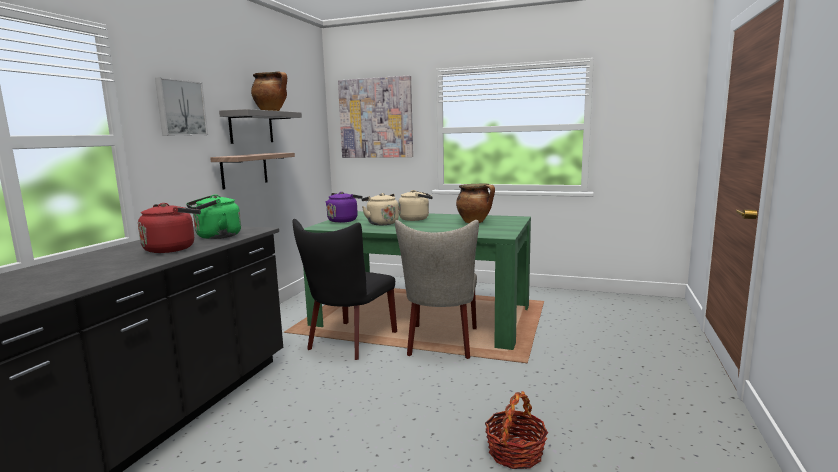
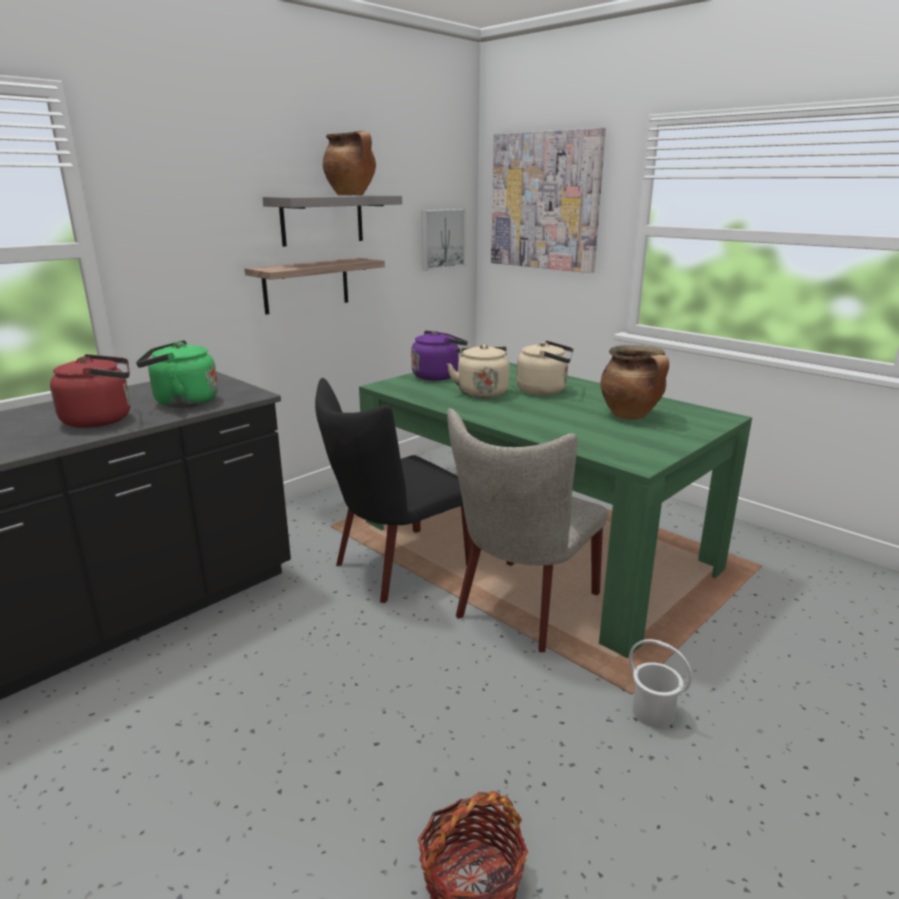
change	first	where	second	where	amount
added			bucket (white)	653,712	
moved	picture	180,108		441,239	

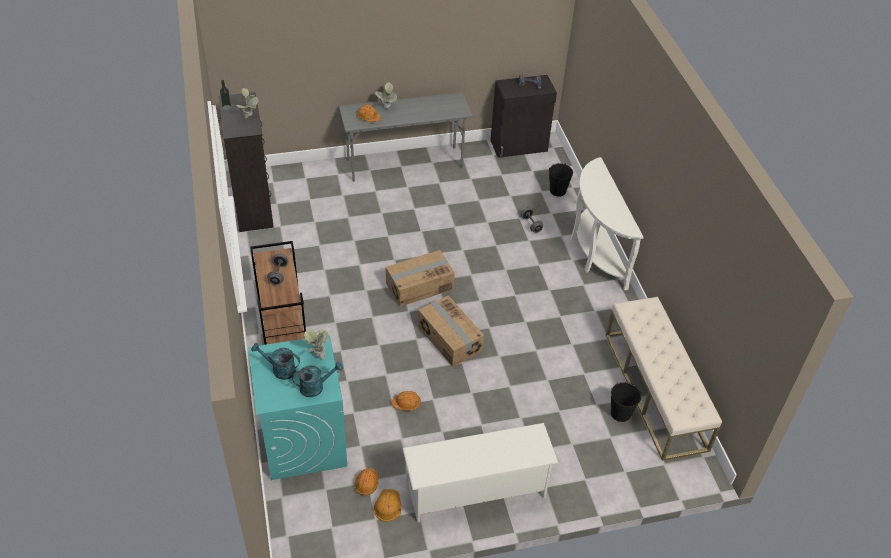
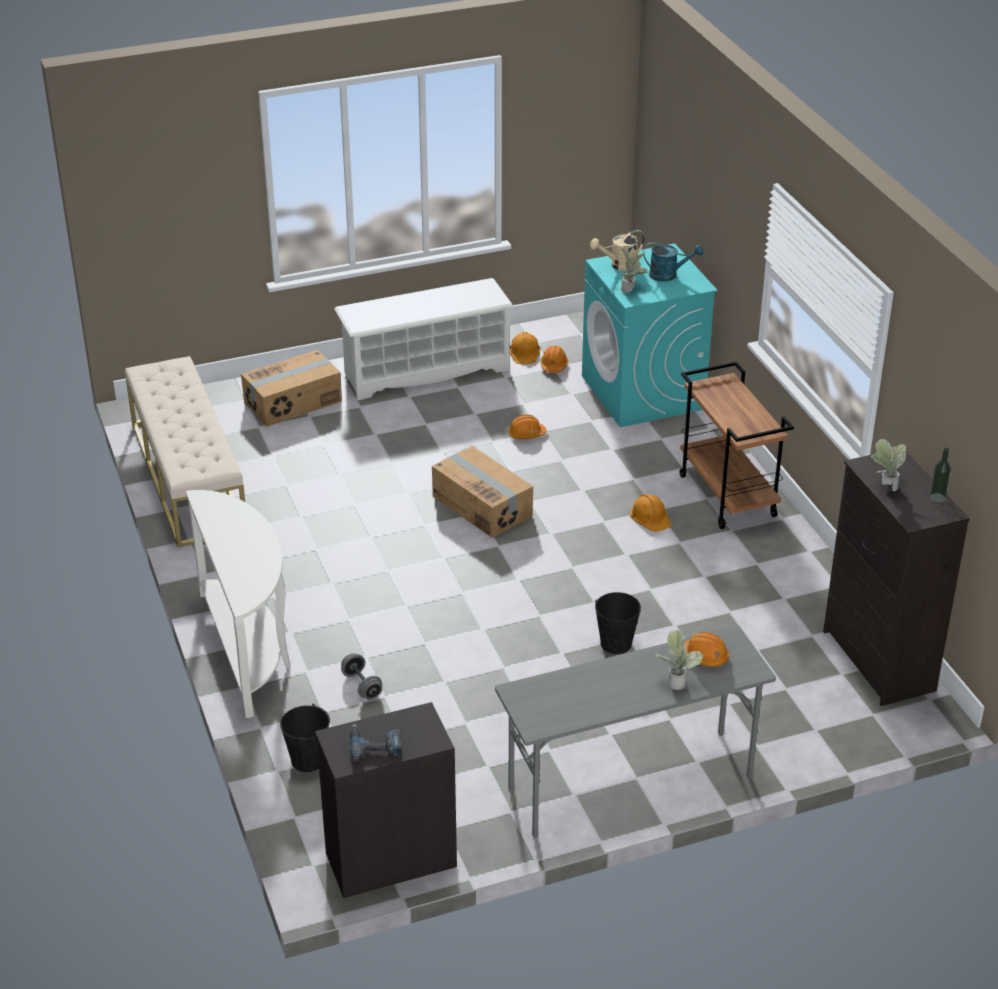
change	first	where	second	where	amount
removed	dumbbell (grey)	278,274			
added			hard hat (orange)	650,516	
moved	cardboard box	419,286		293,402	
moved	bucket (black)	620,413		616,643	
recoloured	watering can (turquoise)	316,387	watering can (beige)	619,266	

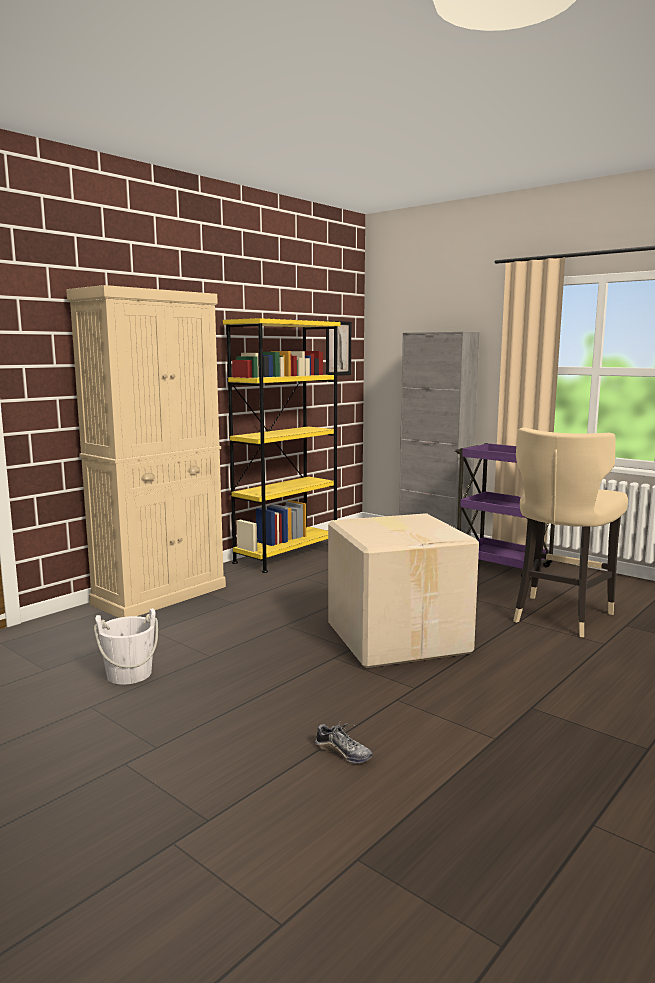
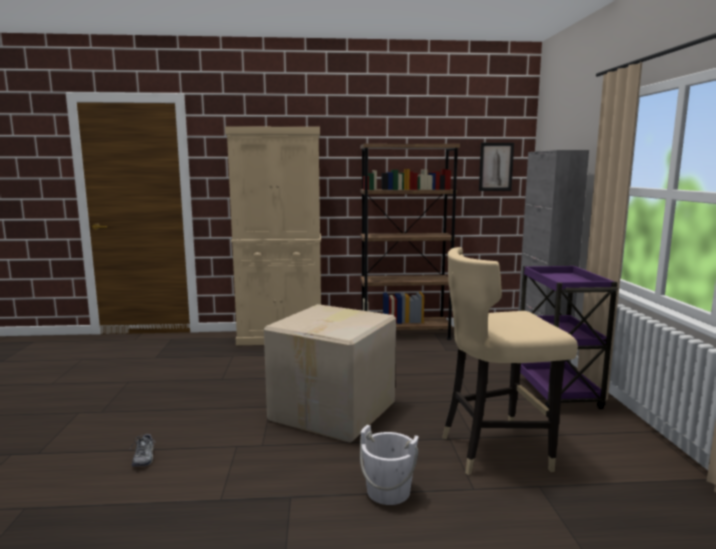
change	first	where	second	where	amount
moved	bucket (white)	129,674		388,491	
recoloured	bookcase (yellow)	286,555	bookcase (brown)	405,334	

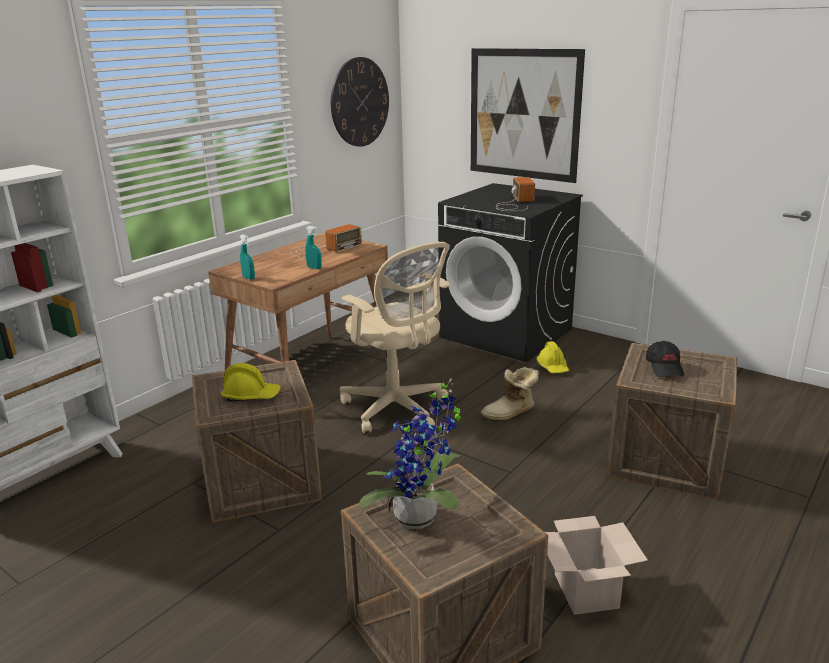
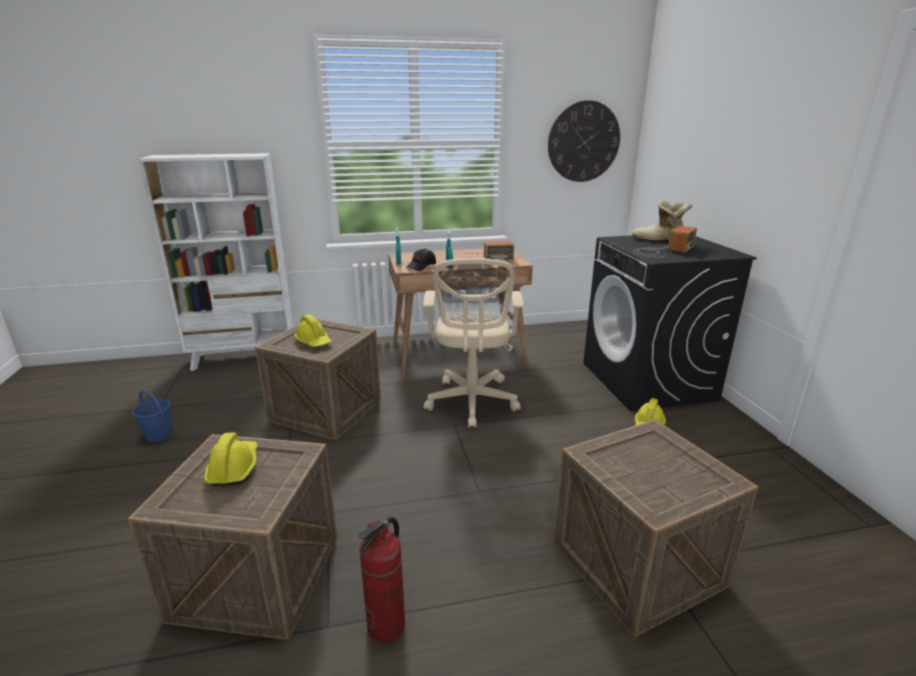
change	first	where	second	where	amount
removed	picture	523,114			
added			bucket (blue)	159,435	
moved	boot	510,413		659,240	
moved	cap (black)	665,367		421,267	
replaced	potted plant	420,519	hard hat (yellow)	234,468	
replaced	cardboard box	587,592	fire extinguisher	386,625	

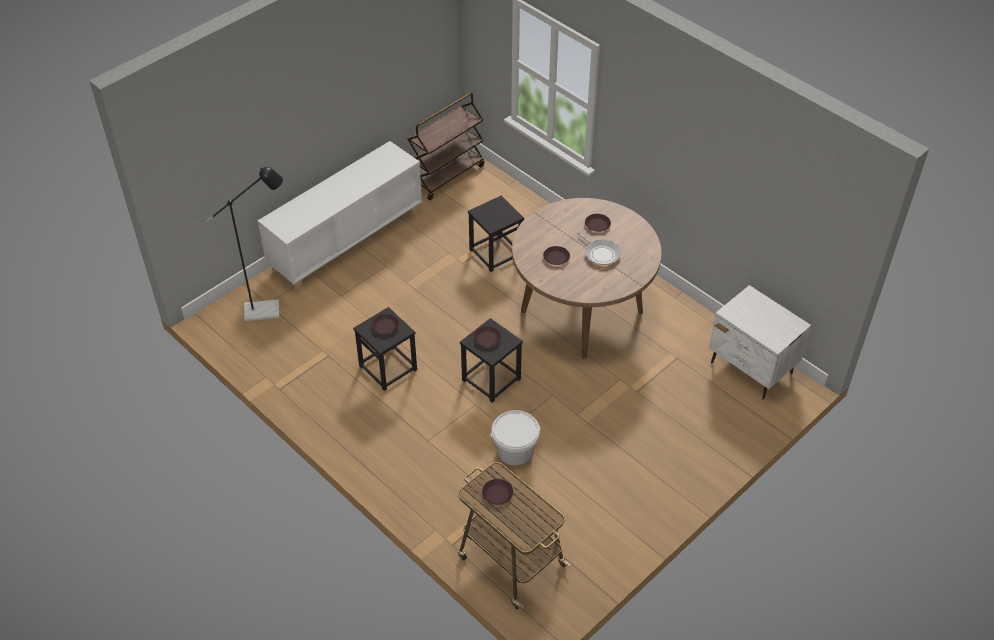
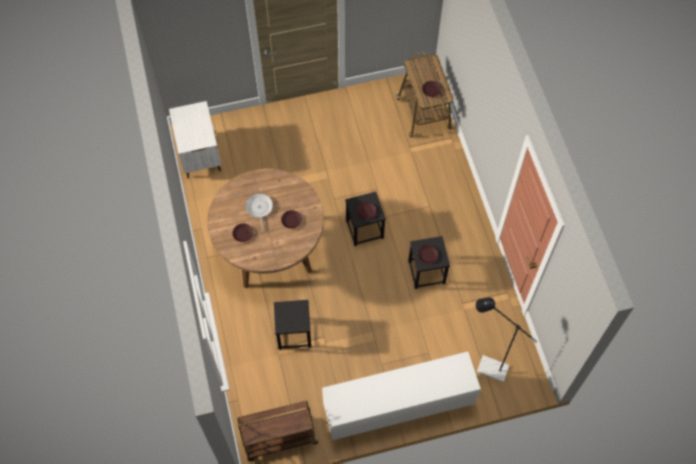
change	first	where	second	where	amount
removed	bucket (white)	515,450			

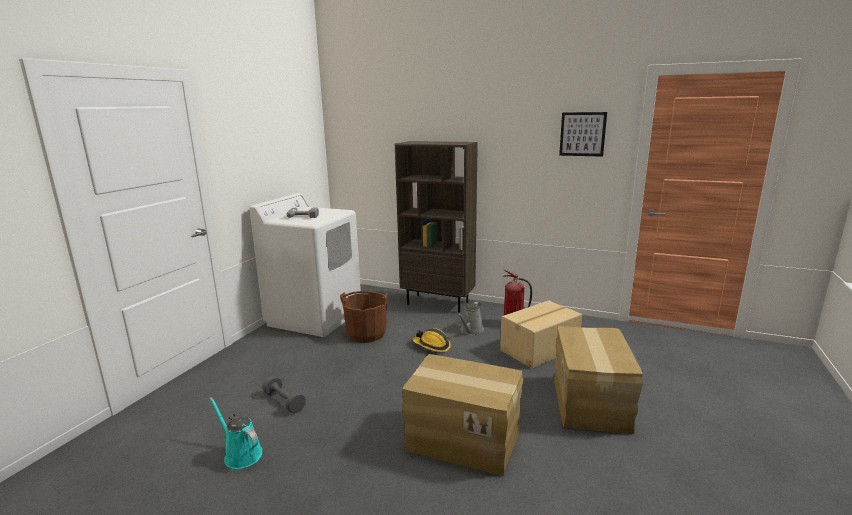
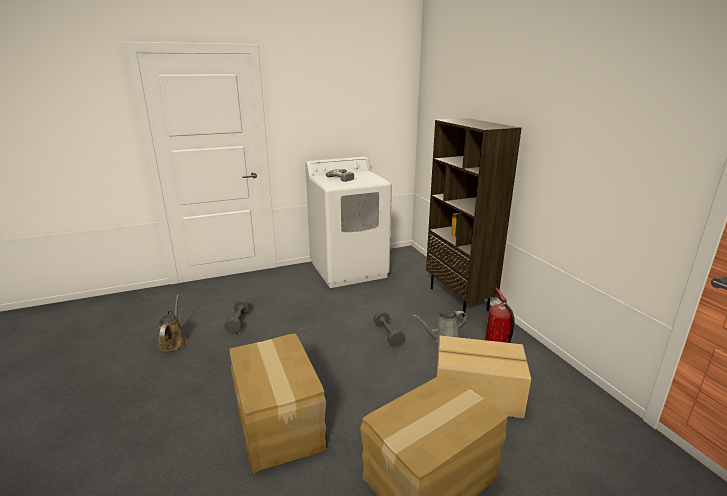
change	first	where	second	where	amount
removed	bucket (brown)	366,334			
removed	picture	582,134			
replaced	hard hat	432,346	dumbbell (grey)	388,334	
recoloured	watering can (turquoise)	241,454	watering can (brown)	173,341	

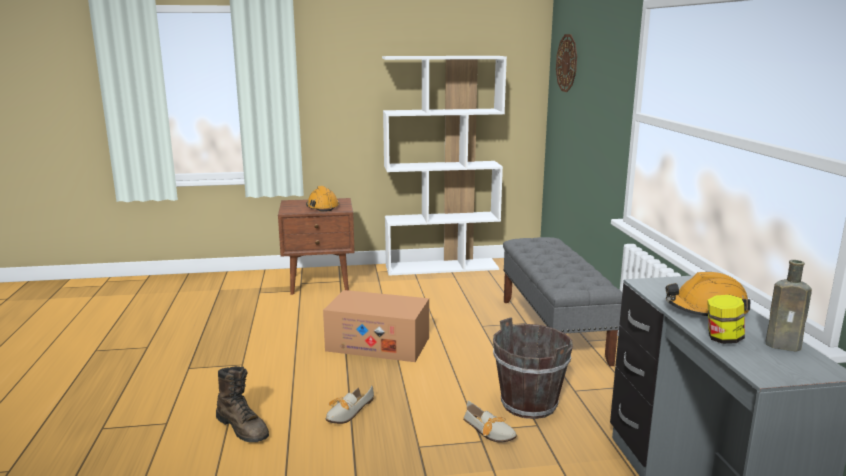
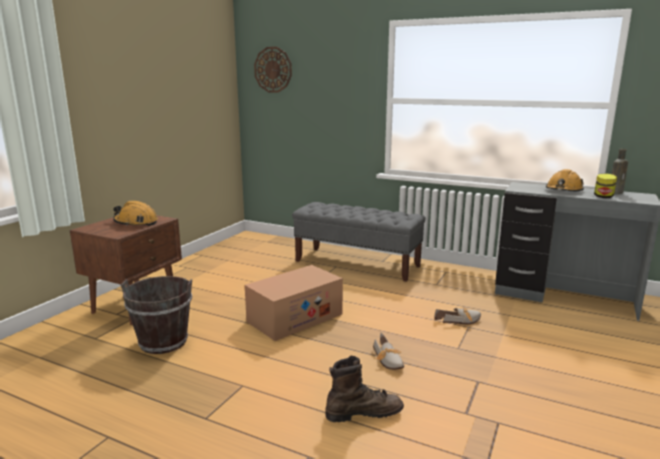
change	first	where	second	where	amount
removed	bookcase (white)	442,267			
moved	bucket (brown)	529,404		163,342	

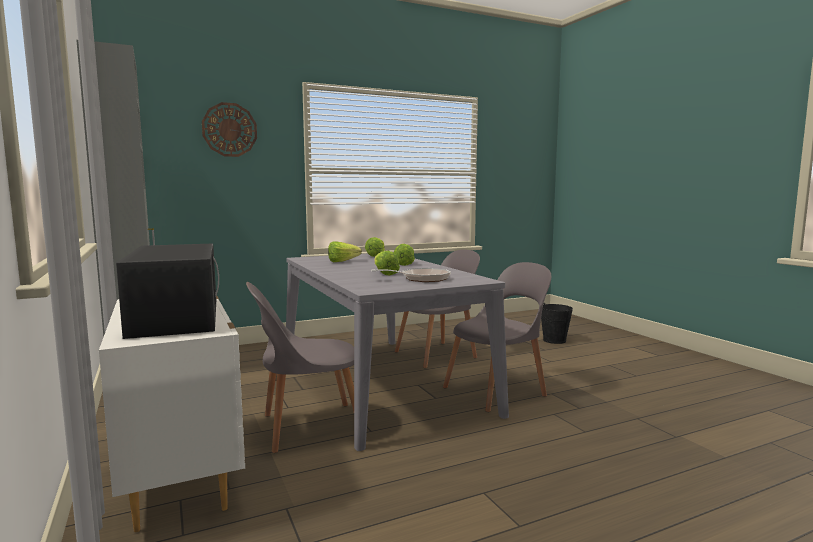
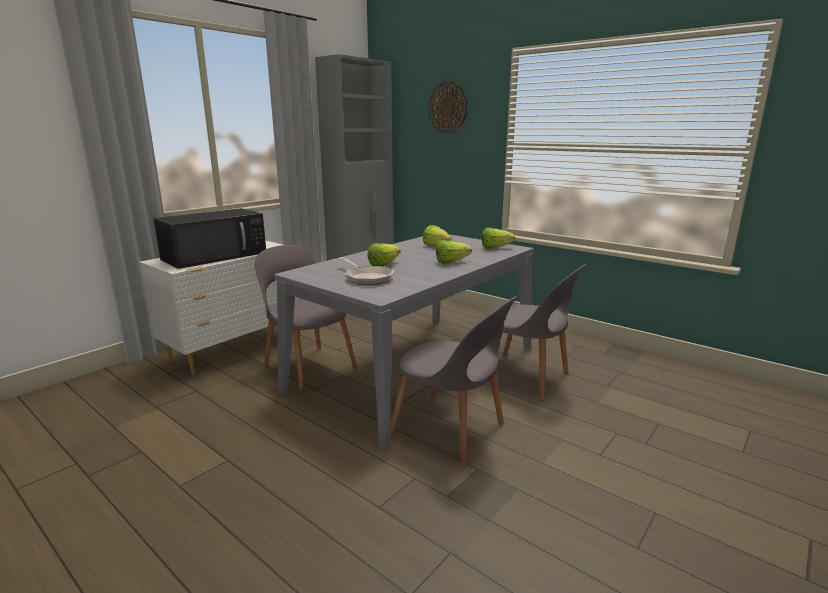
change	first	where	second	where	amount
removed	bucket (black)	554,340			

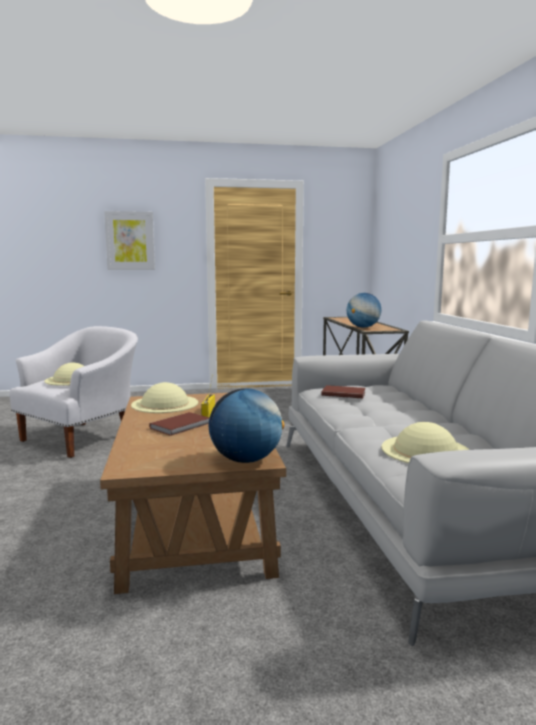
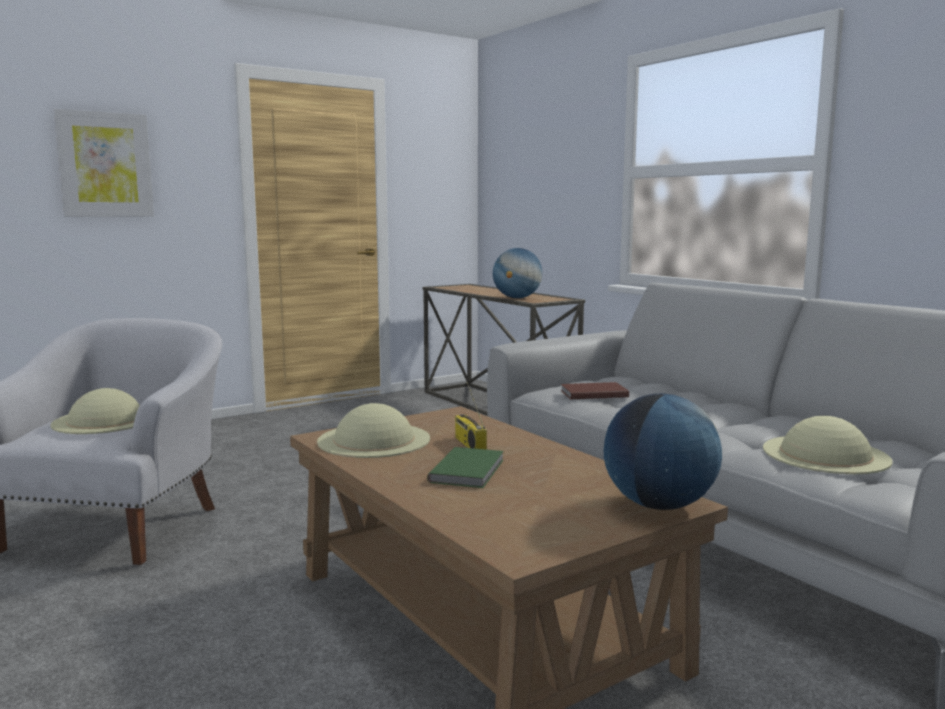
change	first	where	second	where	amount
recoloured	book (brown)	181,426	book (green)	469,470	

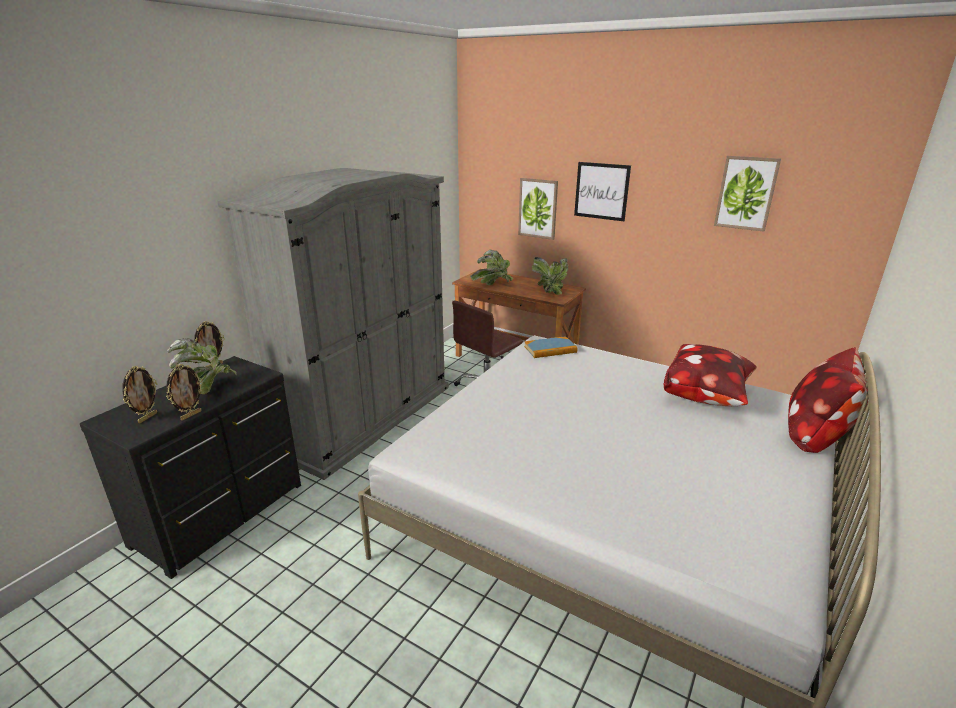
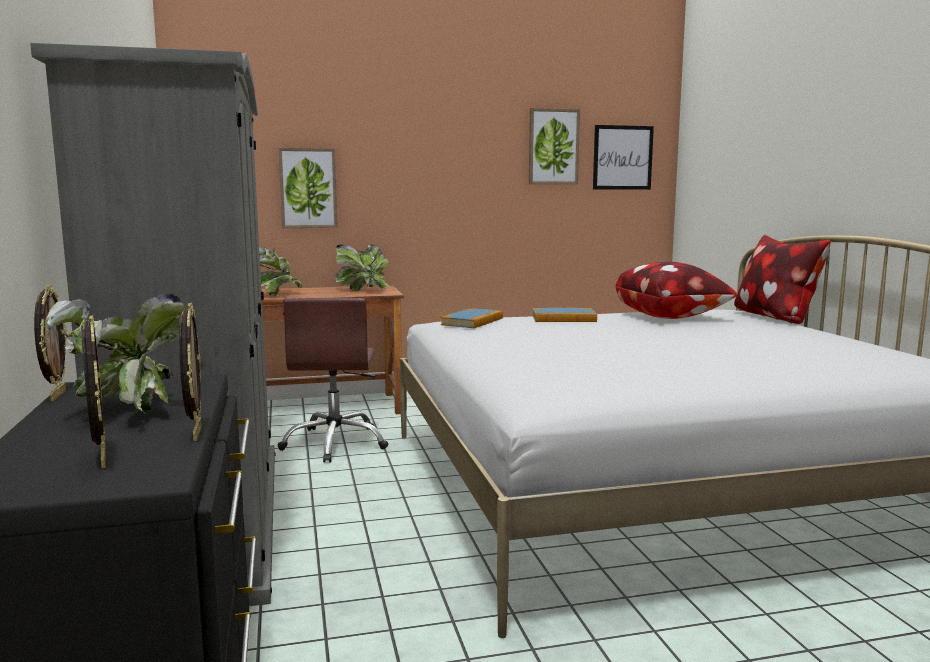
change	first	where	second	where	amount
added			book	563,318	
moved	picture	601,191		622,157	

